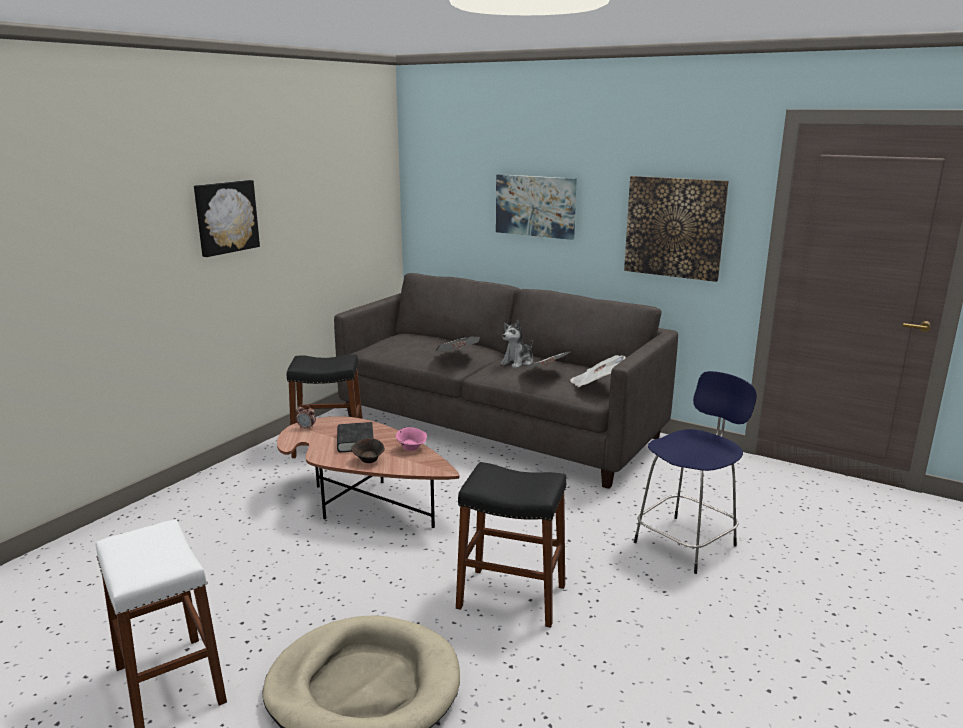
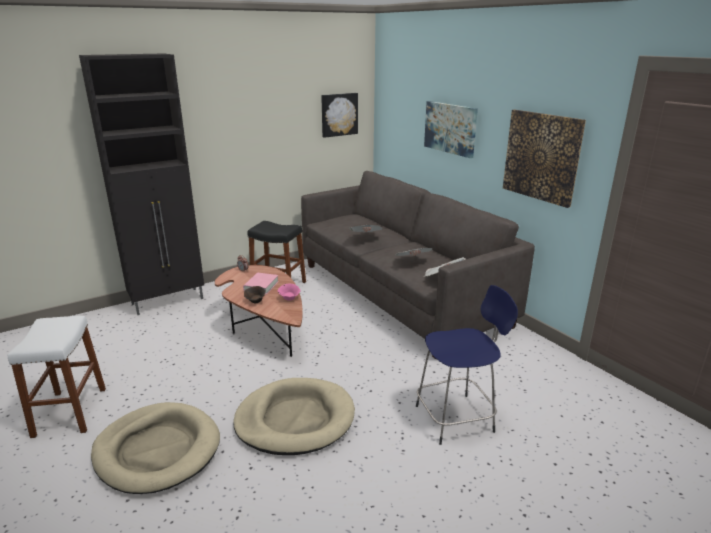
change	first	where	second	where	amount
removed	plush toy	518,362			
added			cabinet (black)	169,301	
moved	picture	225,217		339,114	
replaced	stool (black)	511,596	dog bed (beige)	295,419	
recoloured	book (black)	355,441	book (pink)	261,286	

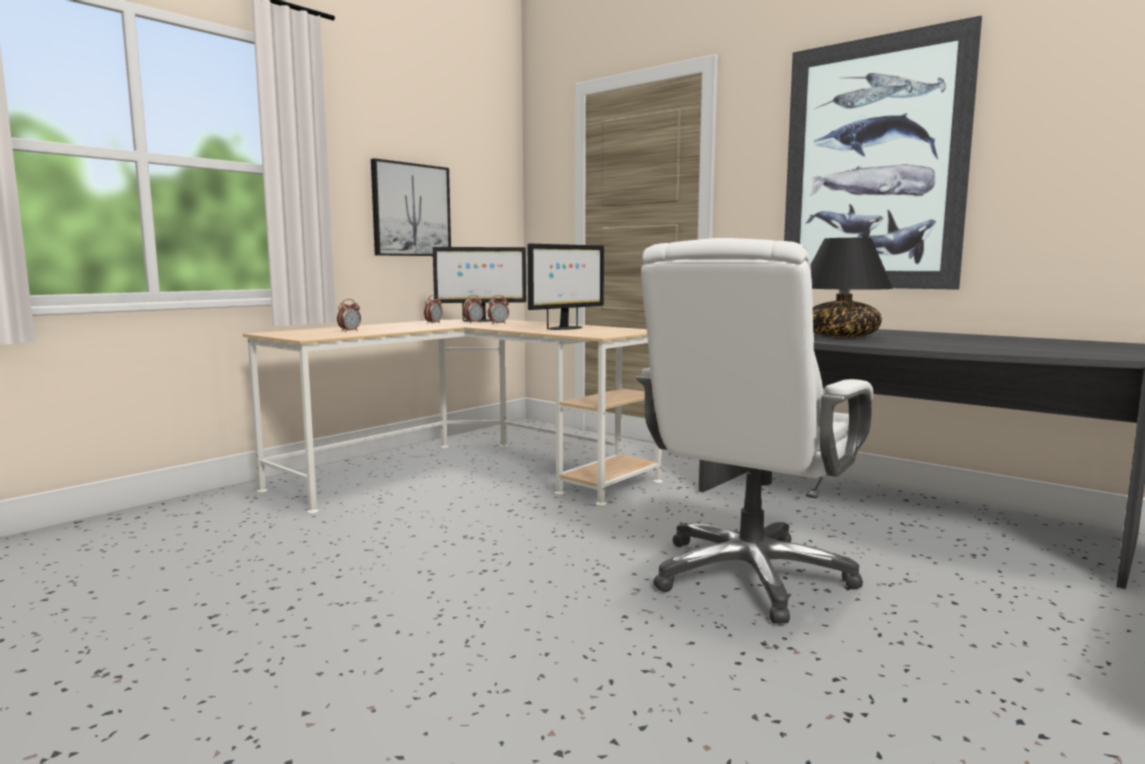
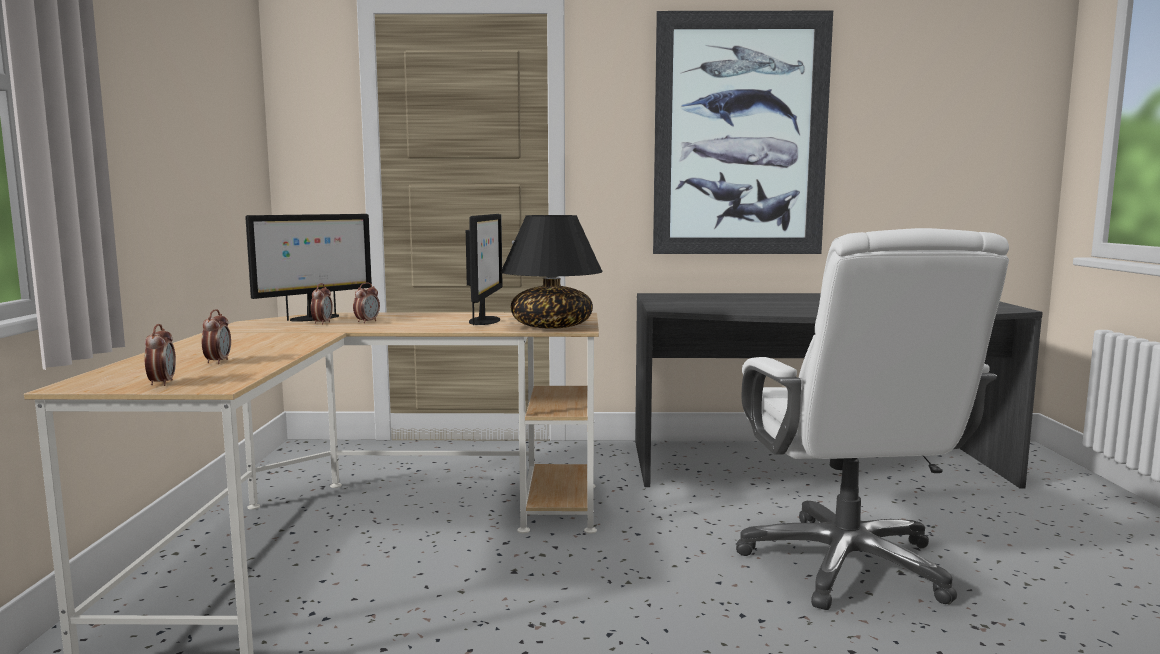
change	first	where	second	where	amount
removed	picture	411,210			
moved	alarm clock	433,323		162,383	
moved	table lamp (black)	842,336		552,326	

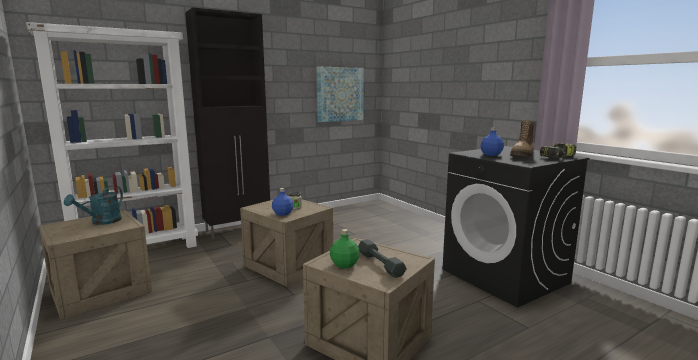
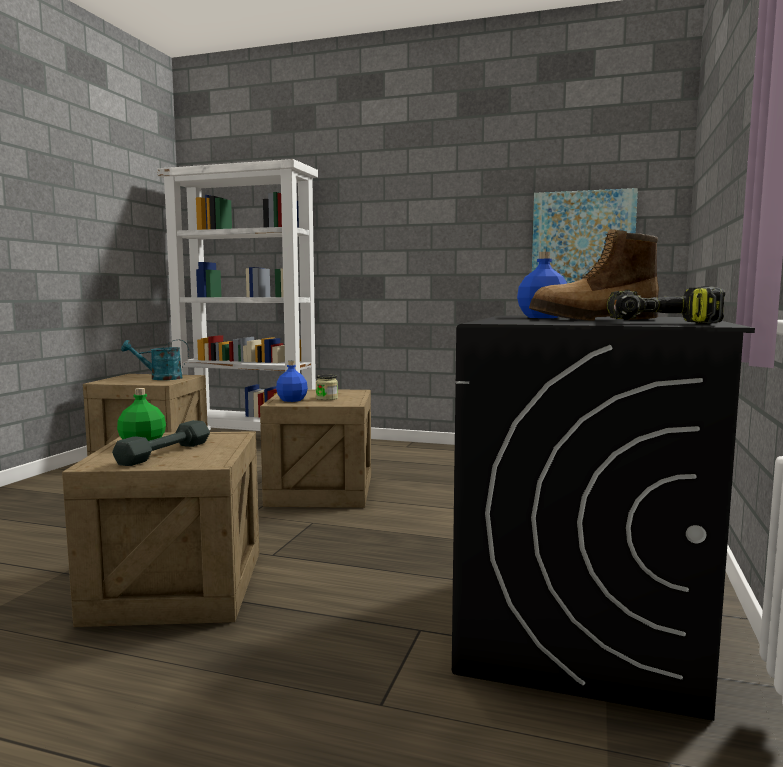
change	first	where	second	where	amount
removed	cabinet (black)	238,229			

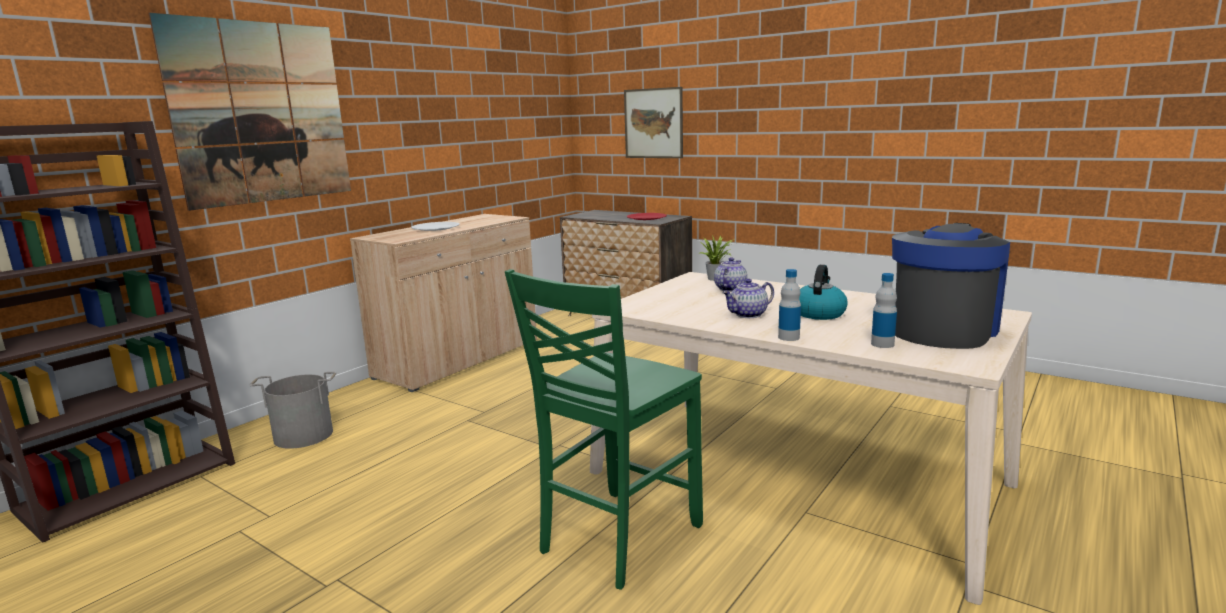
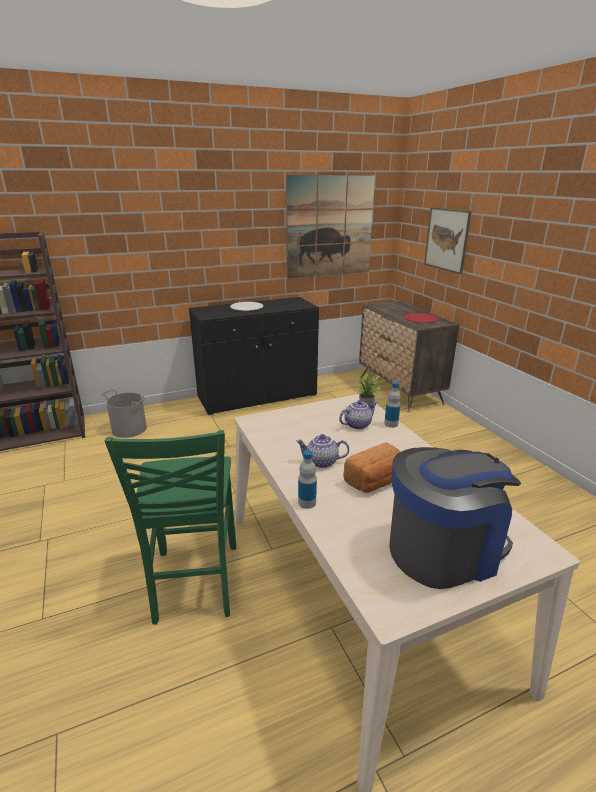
change	first	where	second	where	amount
moved	picture	261,113		330,227	
moved	bottle	882,344		391,424	
replaced	kettle	819,313	bread	376,481	
recoloured	cabinet (beige)	459,359	cabinet (black)	257,397	
turned	chair (green)	617,538		194,584	75 degrees counterclockwise

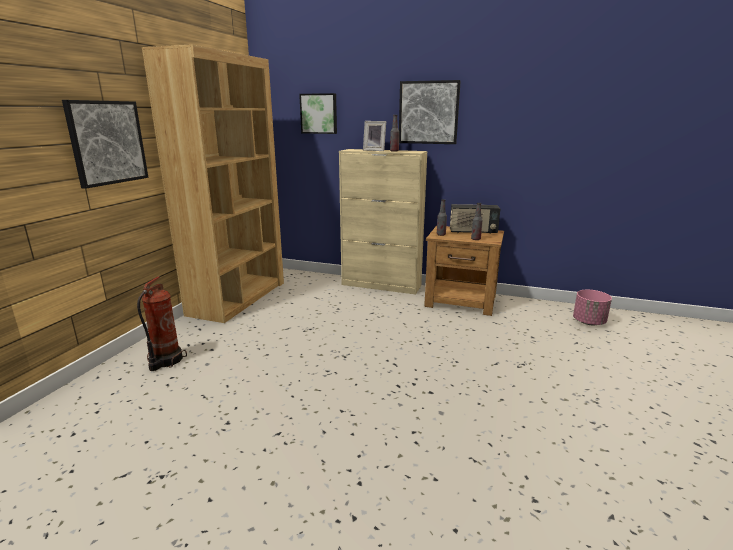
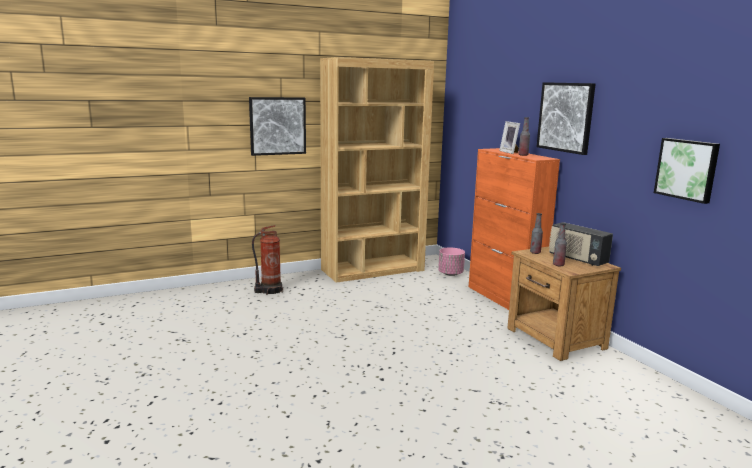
change	first	where	second	where	amount
moved	picture	319,113		687,169	
moved	planter (pink)	589,322		451,274	
recoloured	cabinet (beige)	381,285	cabinet (orange)	504,299	

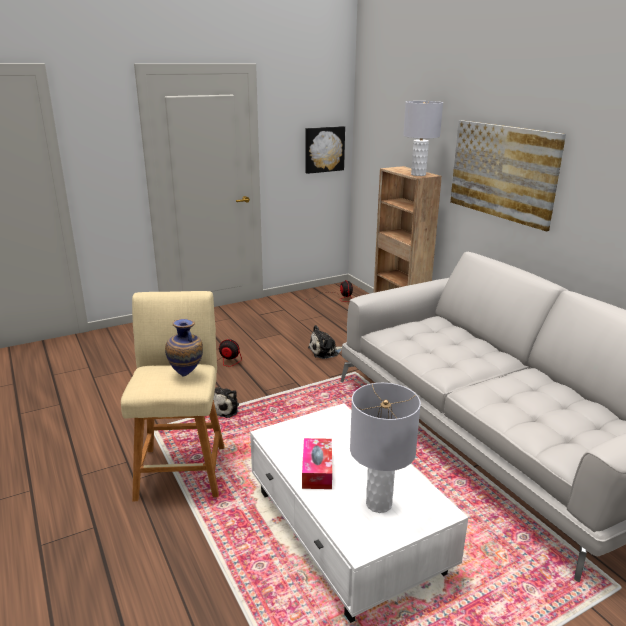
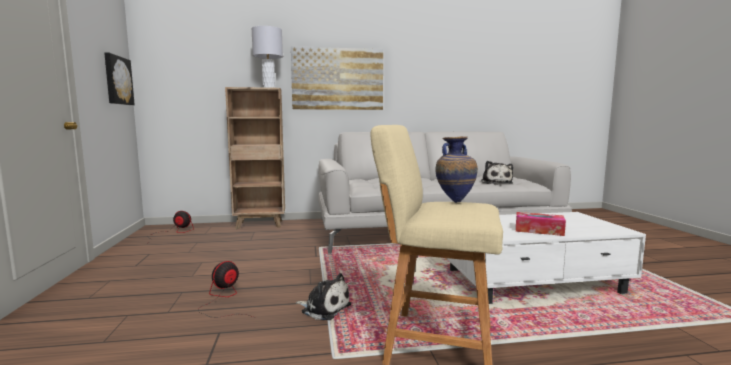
change	first	where	second	where	amount
removed	table lamp (grey)	378,504			
moved	plush toy	325,351		496,182	

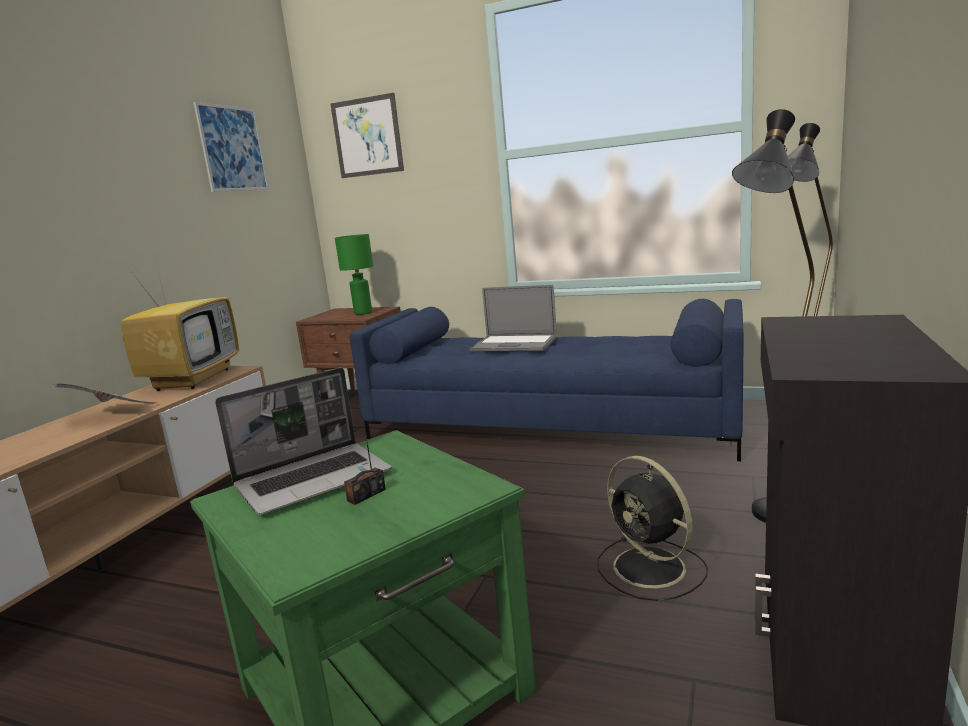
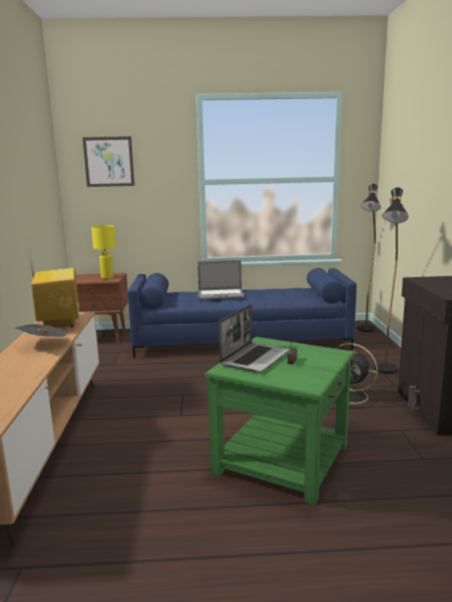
change	first	where	second	where	amount
removed	picture	233,148			
recoloured	table lamp (green)	363,313	table lamp (yellow)	107,277	

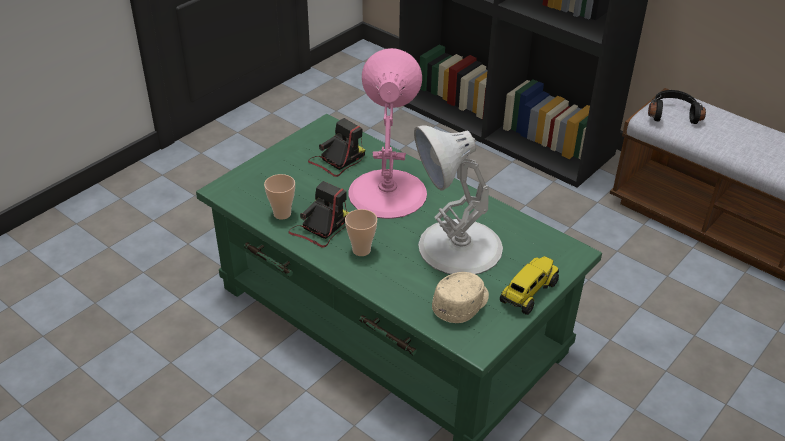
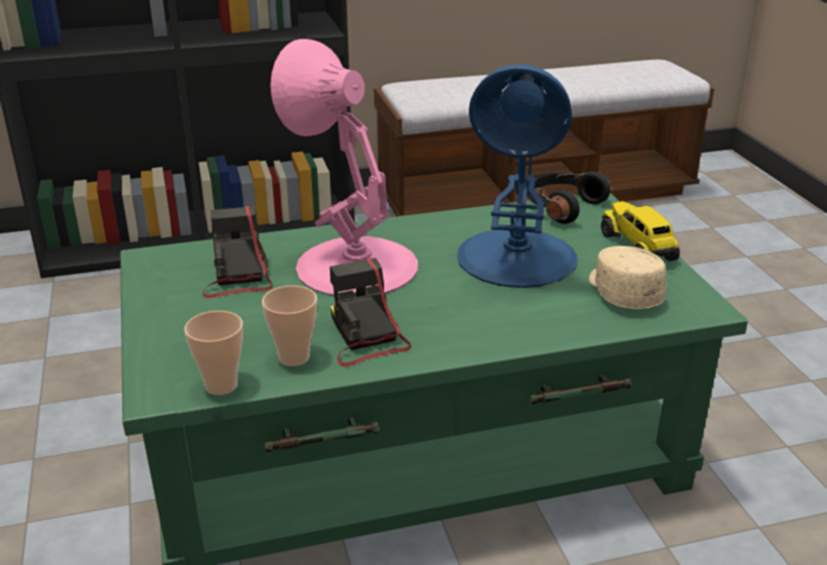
change	first	where	second	where	amount
moved	cup	361,250		221,386	
moved	headphones (black)	673,114		561,206	
recoloured	table lamp (white)	458,247	table lamp (blue)	517,258	

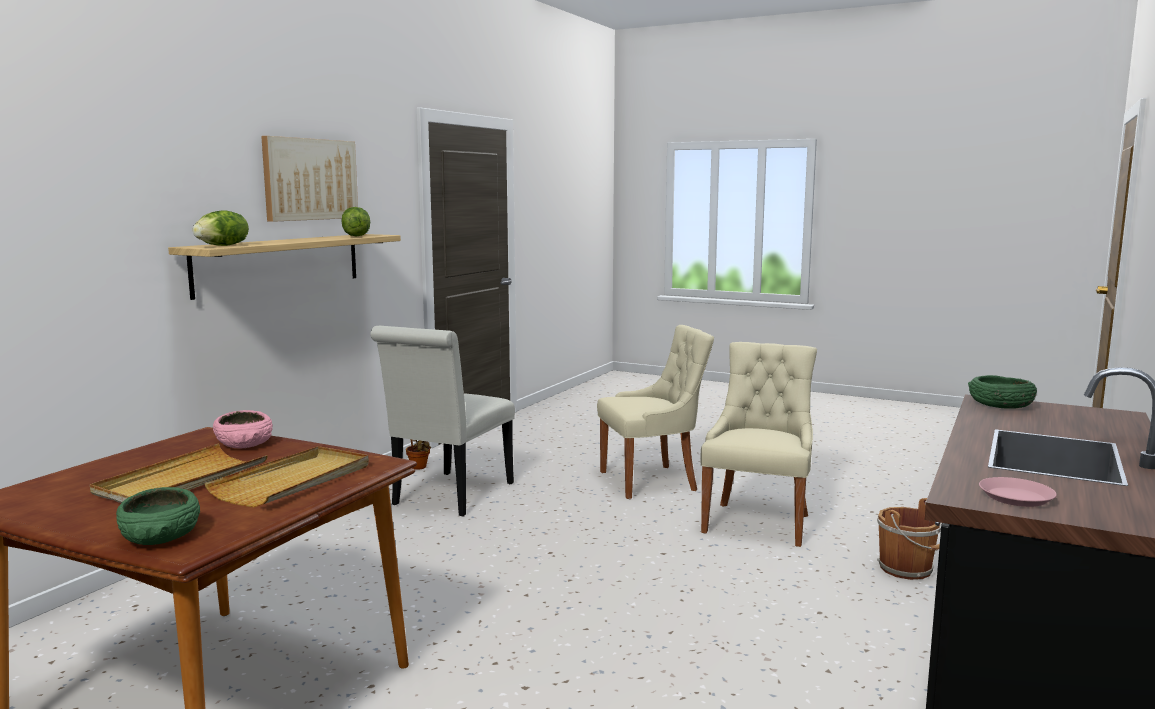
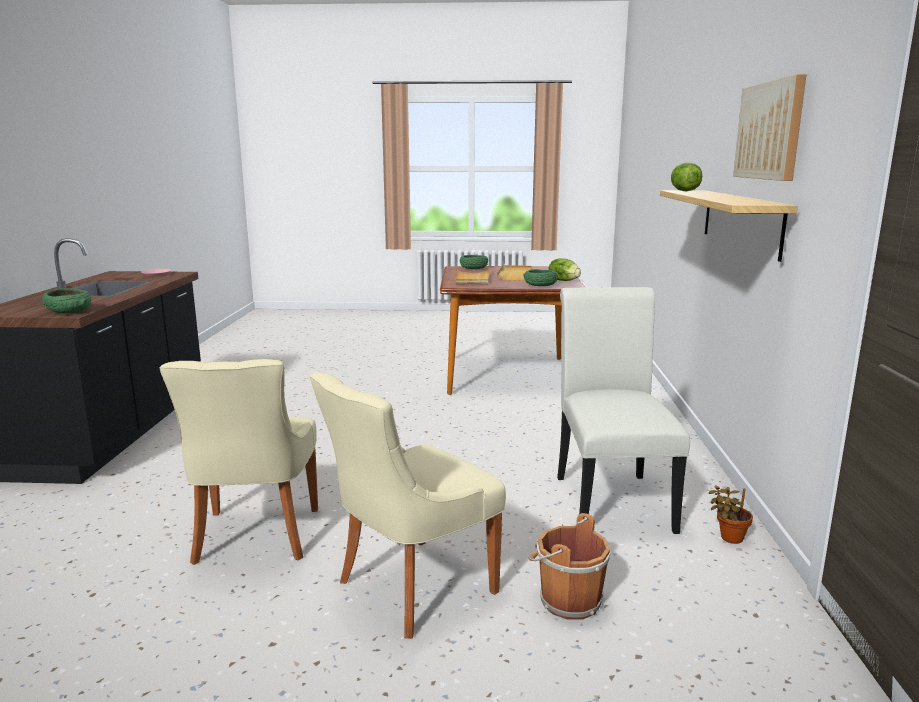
change	first	where	second	where	amount
moved	lettuce	356,236		564,280	
moved	bucket (brown)	908,569		567,600	
recoloured	bowl (pink)	245,443	bowl (green)	540,285	

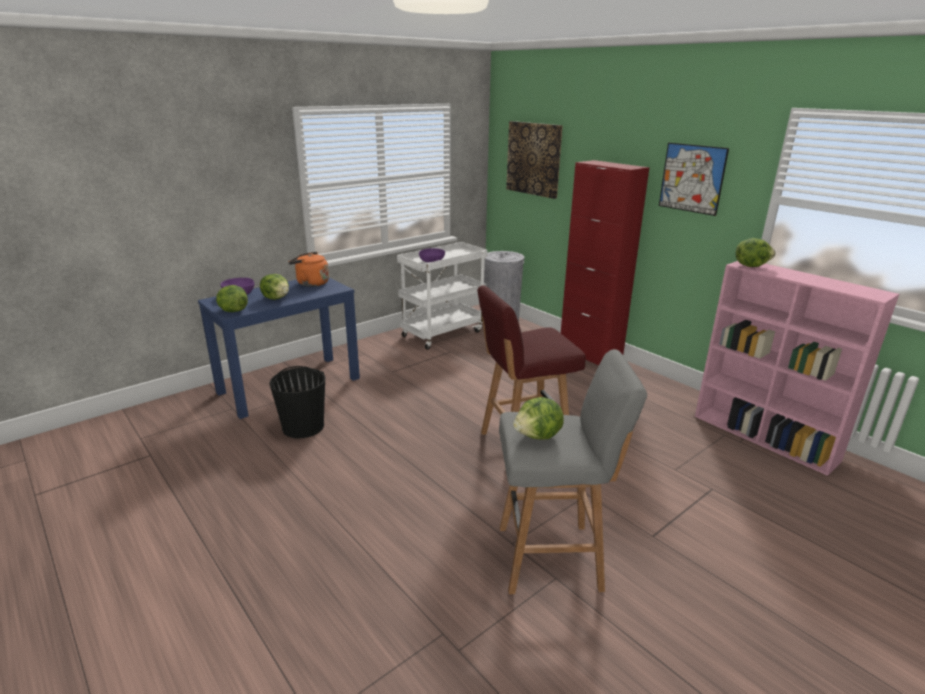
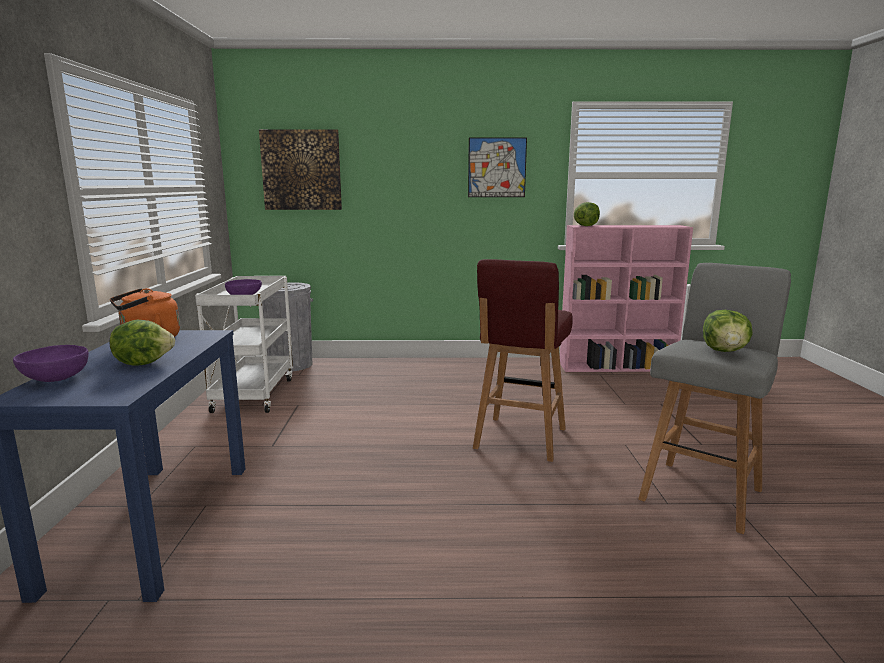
change	first	where	second	where	amount
removed	lettuce	233,311			
removed	bucket (black)	303,426			
removed	cabinet (red)	590,355			

